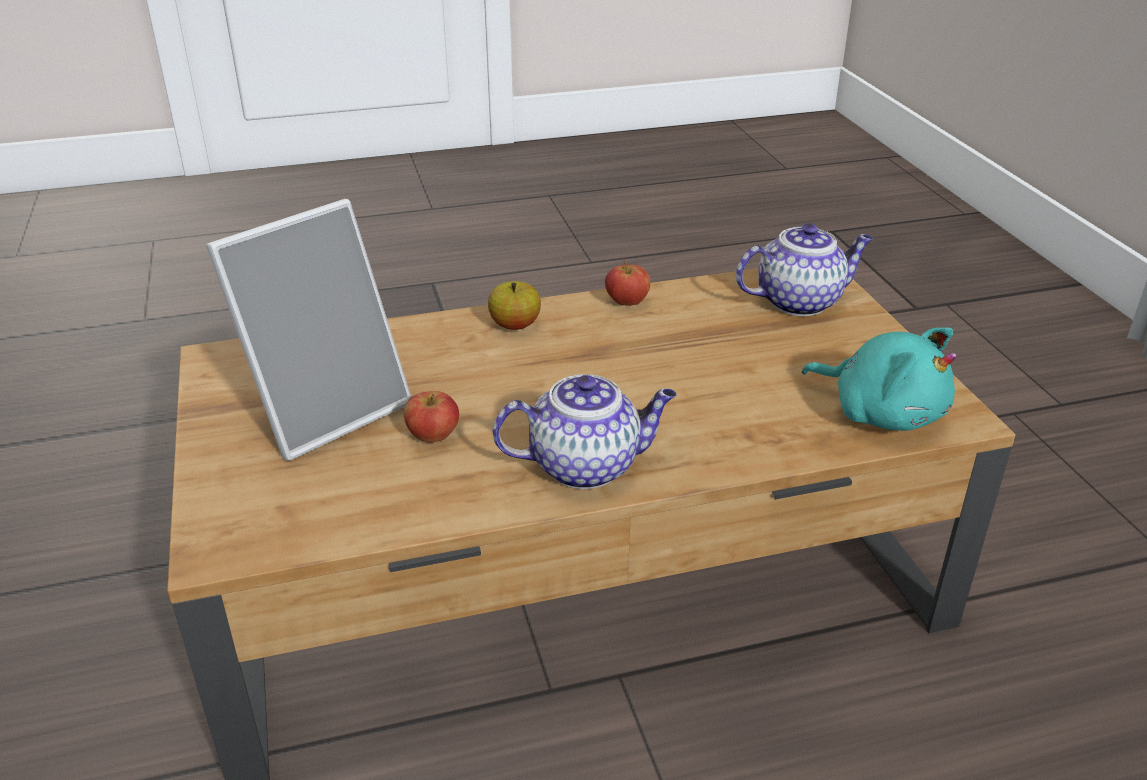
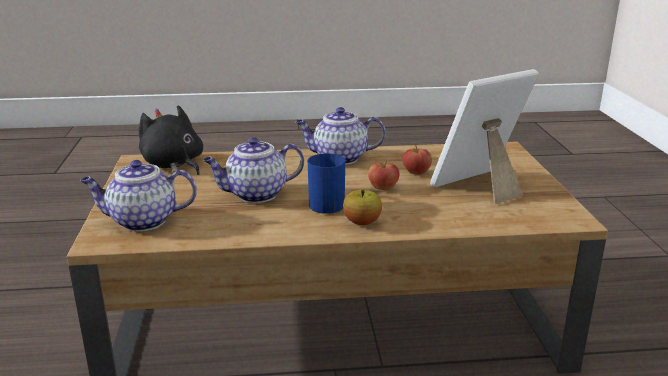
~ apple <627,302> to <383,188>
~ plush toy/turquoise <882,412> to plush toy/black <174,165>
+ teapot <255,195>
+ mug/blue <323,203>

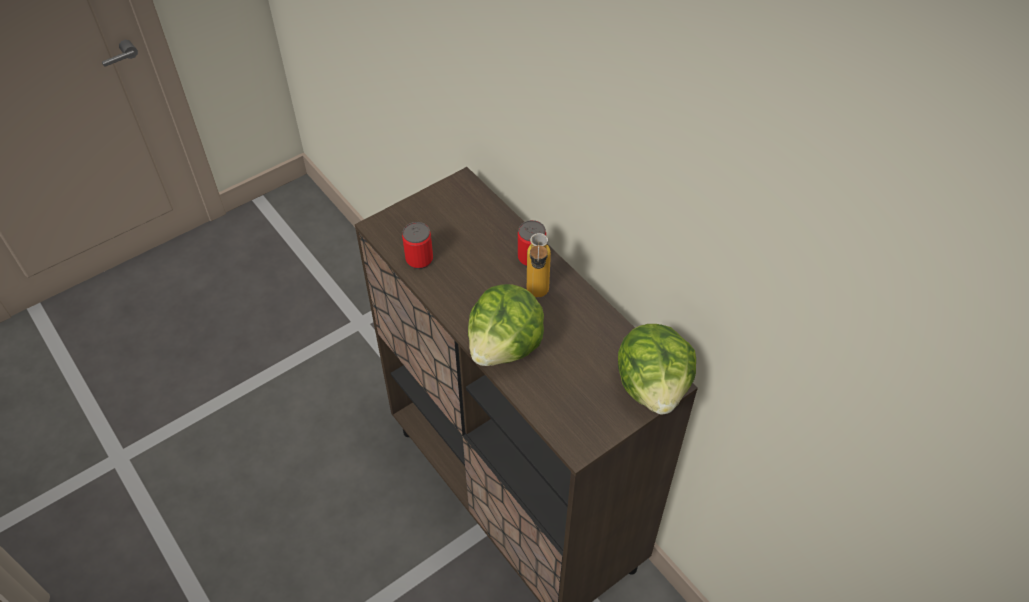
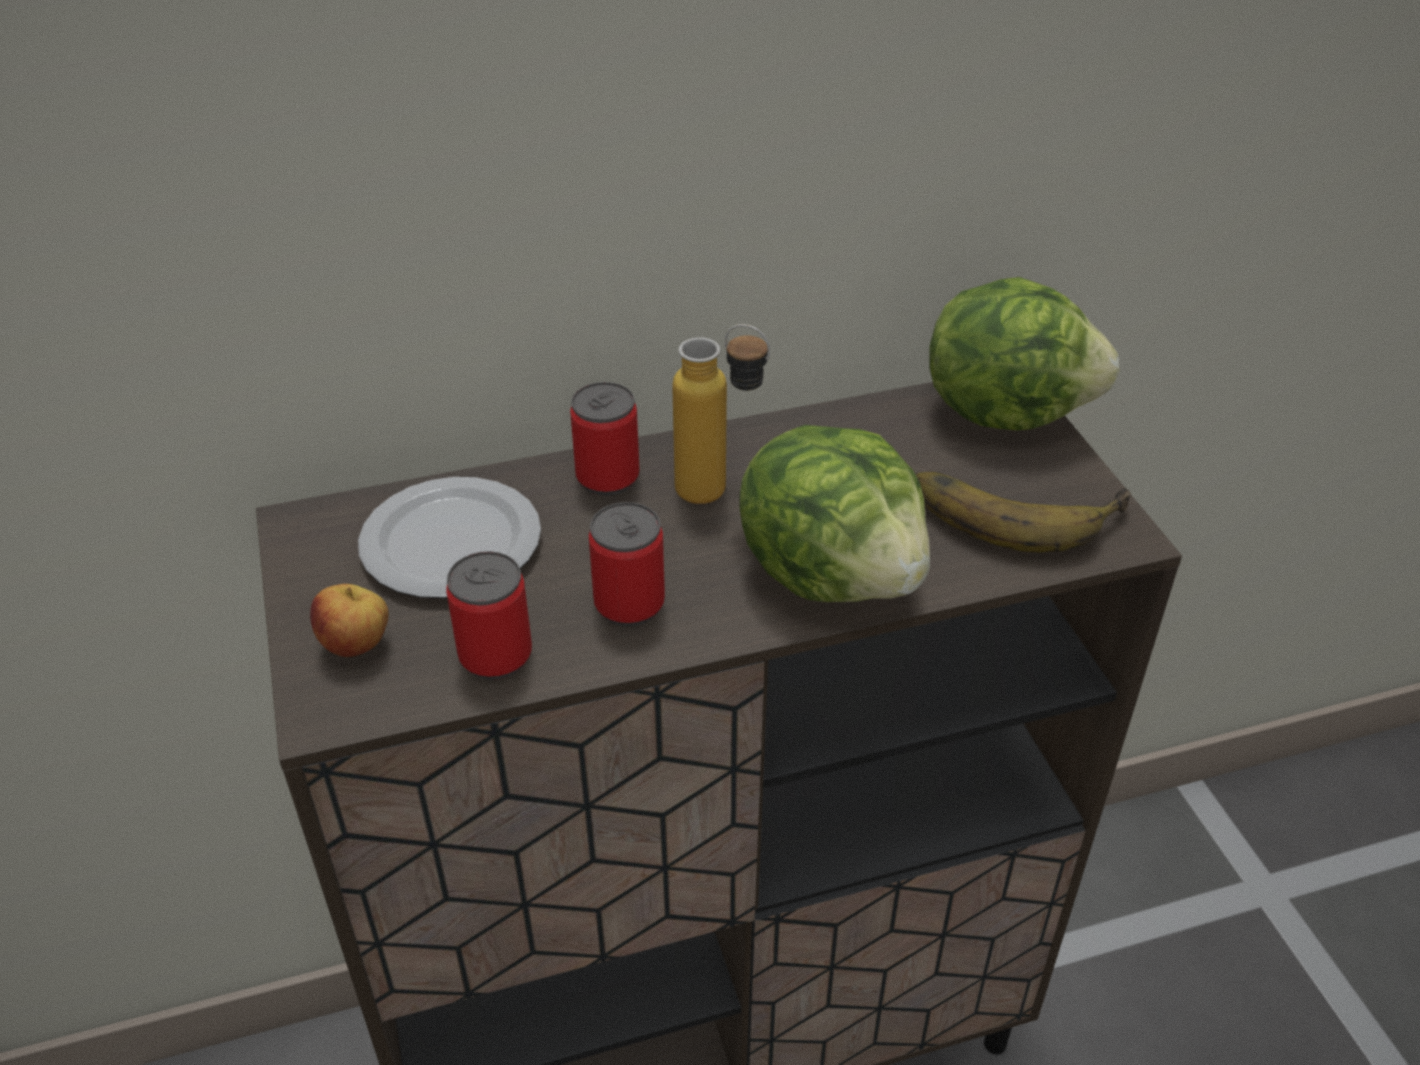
+ apple <357,646>
+ plate <454,542>
+ can <629,604>
+ banana <1014,507>

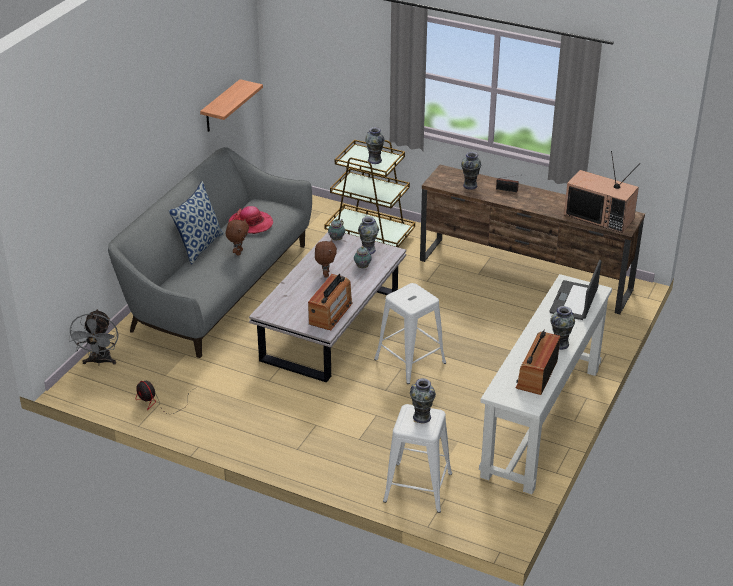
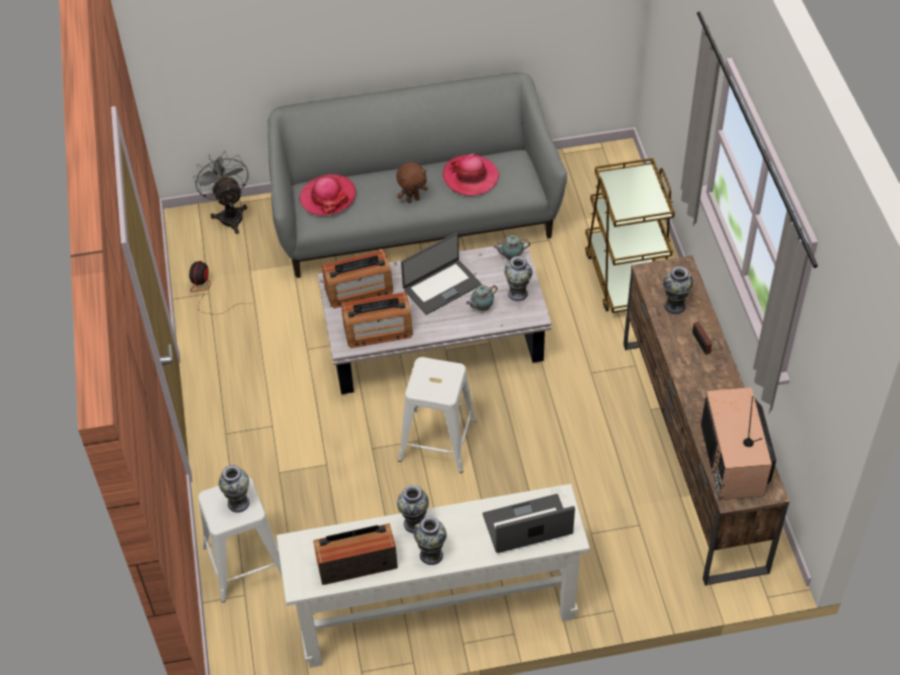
~ fan/grey <99,361> = <229,214> 105 degrees clockwise
- pillow <199,246>
- shelf <221,107>
~ plush toy/brown <325,274> to laptop <441,286>
~ vase <375,160> to <415,523>
+ hat <328,197>
+ radio <359,290>

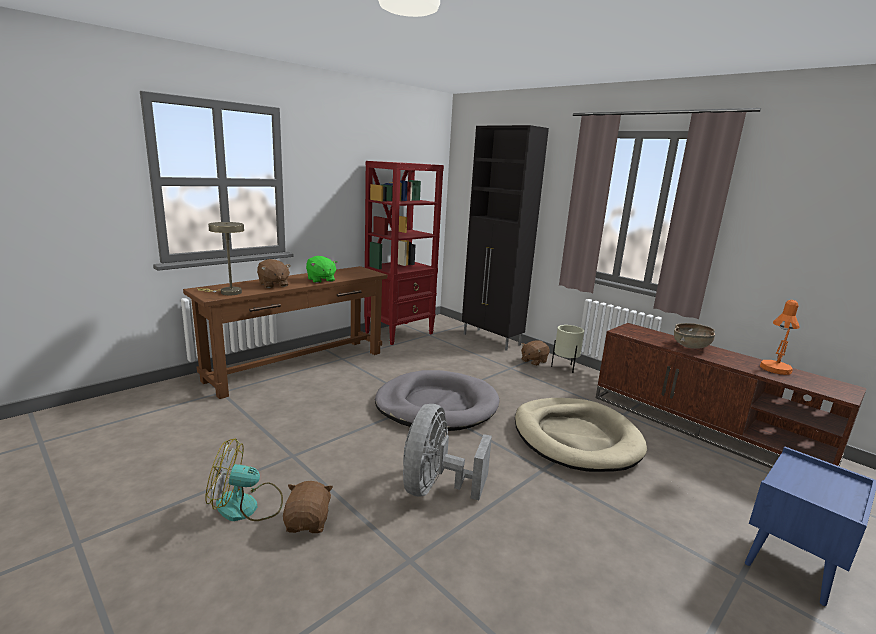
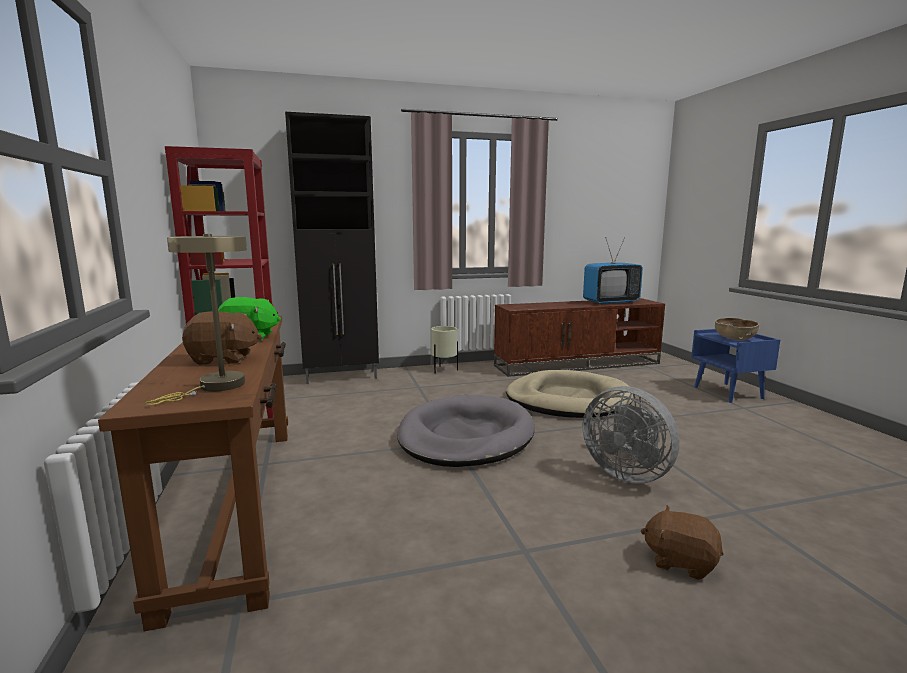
- fan <247,506>
- plush toy/brown <533,361>
~ bowl/brown <691,346> to <735,339>
~ table lamp/orange <774,370> to television <610,302>

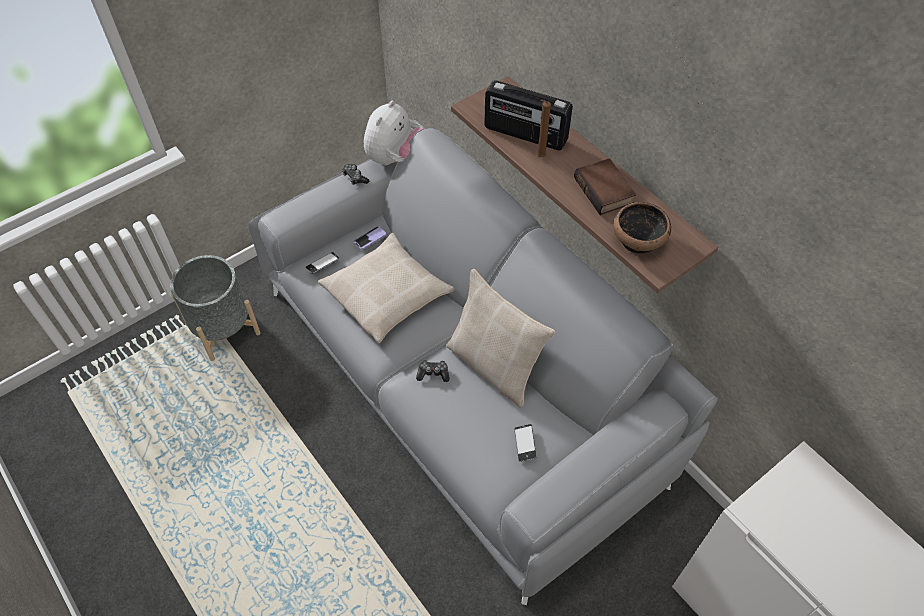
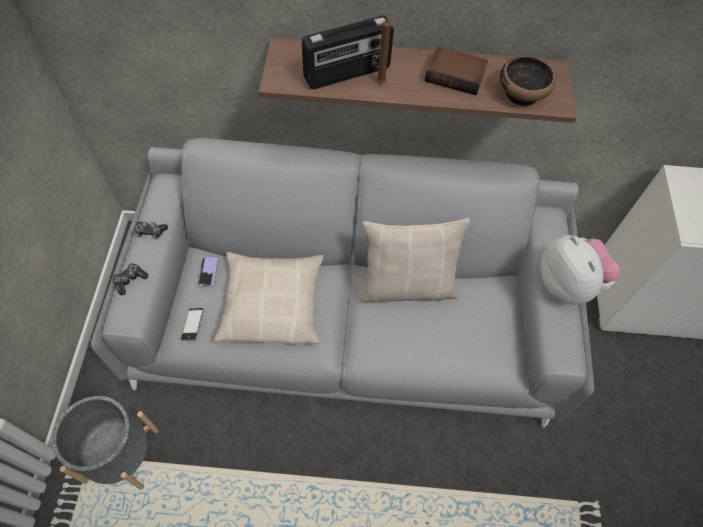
~ plush toy <397,160> to <568,284>
~ game controller <433,373> to <130,280>
- phone <525,444>

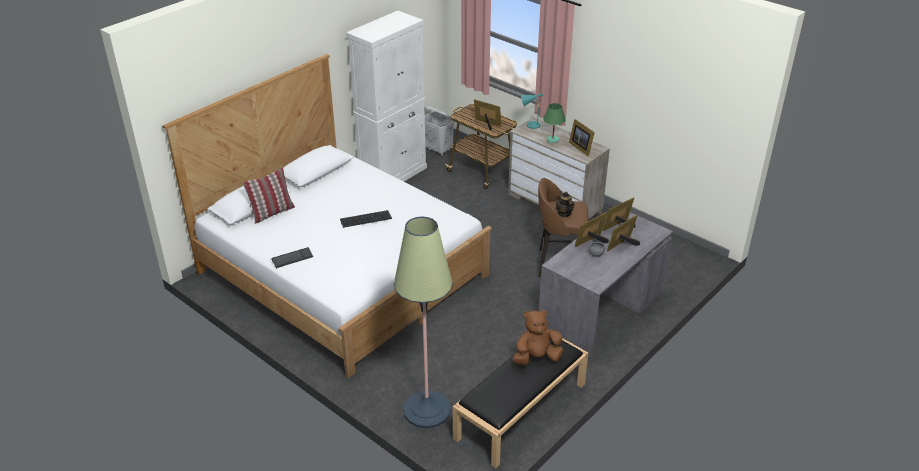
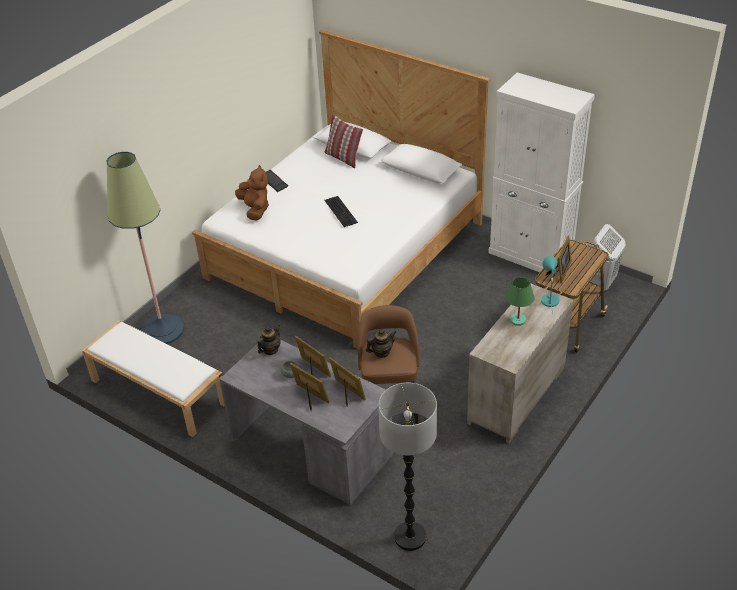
~ bench/black <520,411> to bench/white <157,391>
~ plush toy/brown <536,357> to <255,209>
- picture frame <581,147>
+ teapot <270,350>
+ floor lamp <410,537>

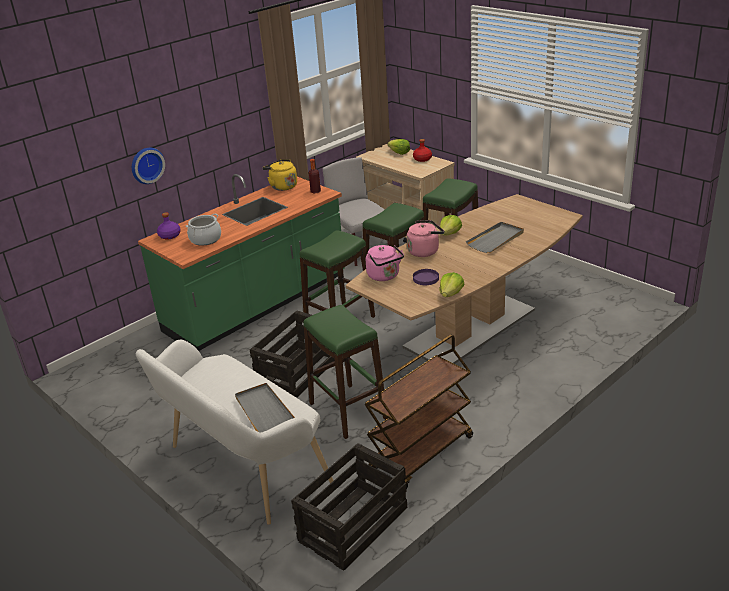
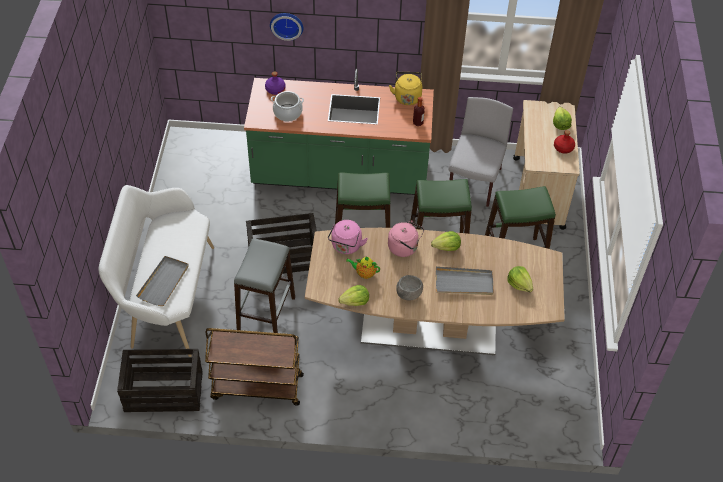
~ stool/green <347,410> to stool/grey <266,315>
~ plate/purple <426,278> to teapot <364,273>
+ bowl/grey <408,294>
+ lettuce <519,284>

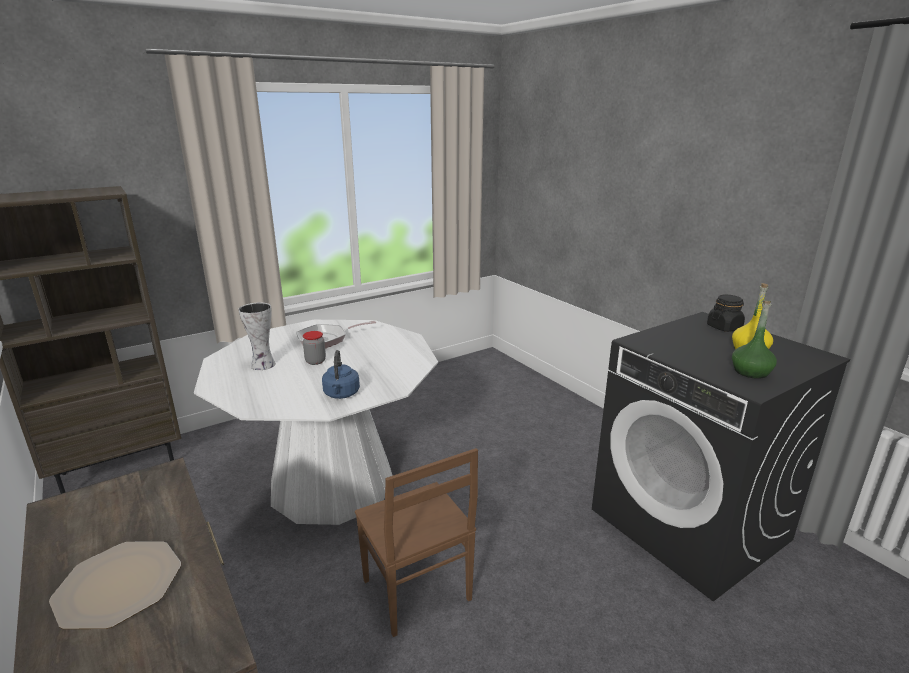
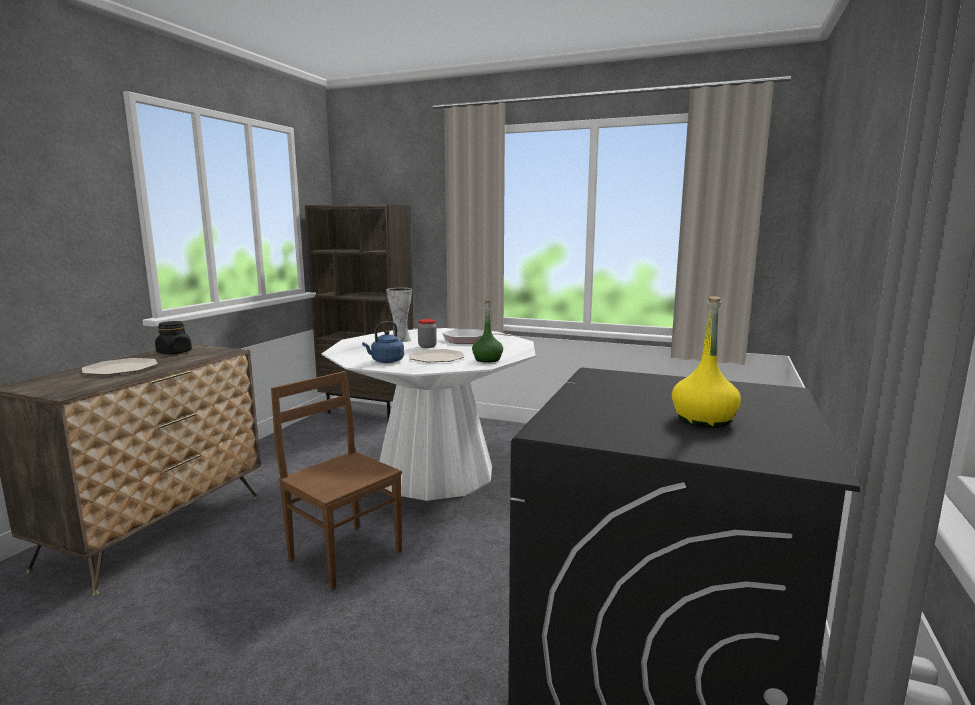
~ chair/brown <416,592> = <346,554> 105 degrees clockwise
~ jar/black <724,327> to <174,352>
~ bottle/green <750,372> to <487,359>
+ plate <436,357>

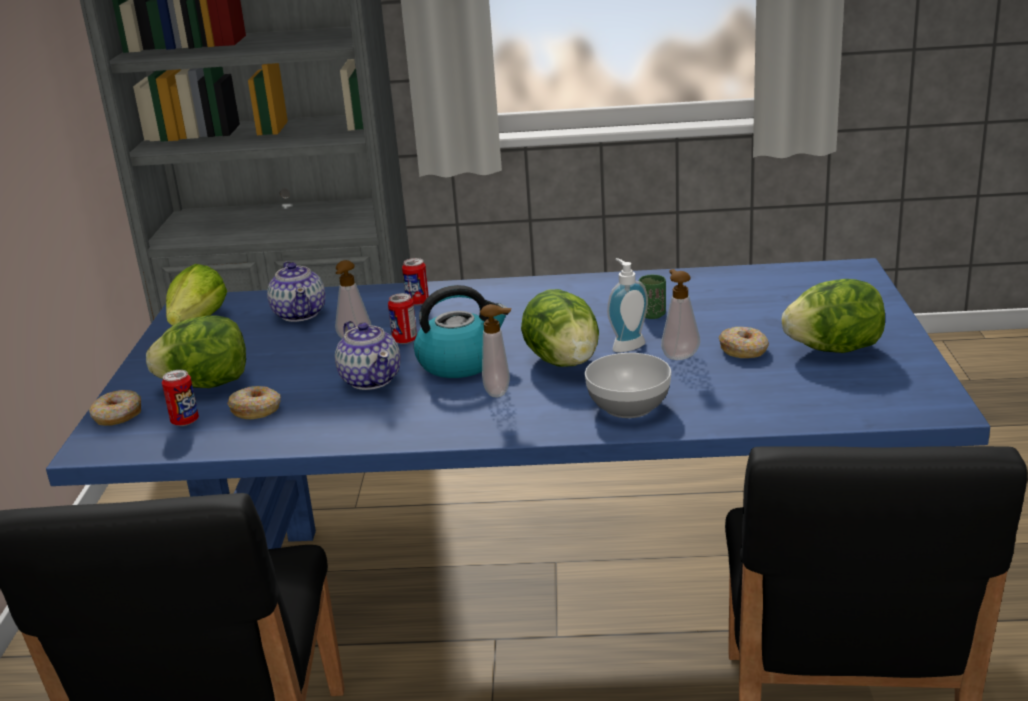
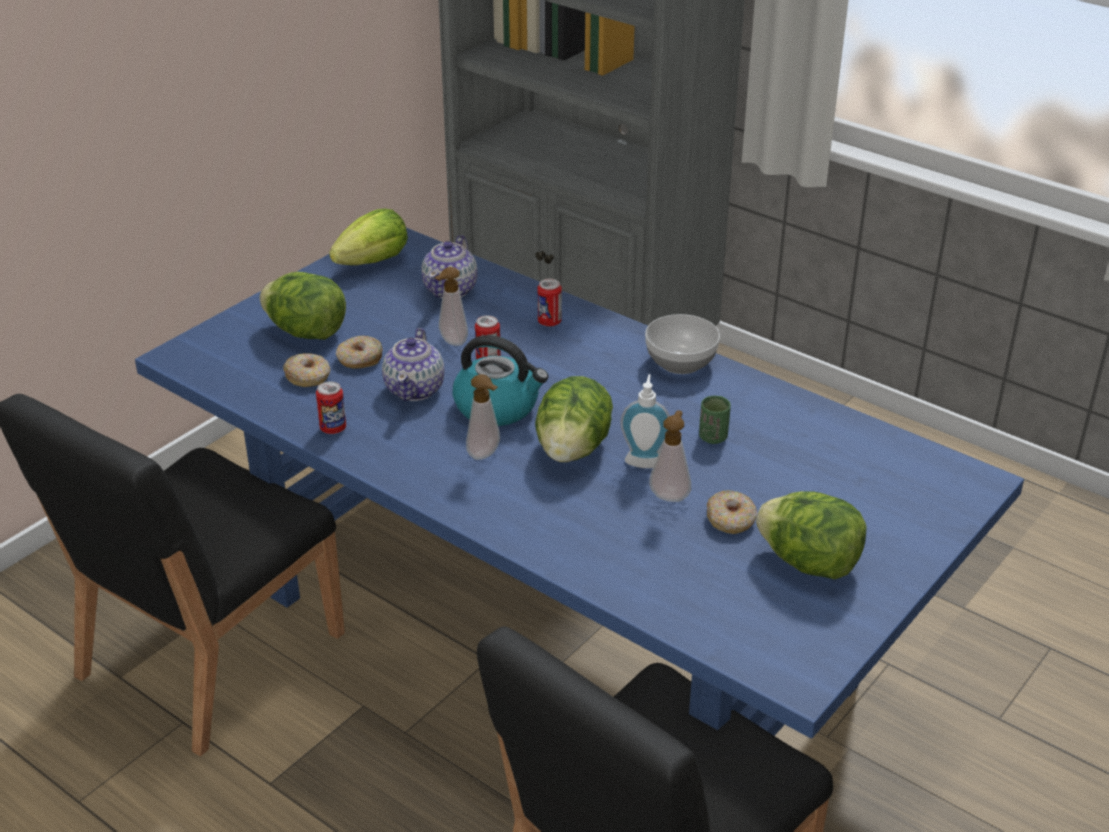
~ donut <117,416> to <359,359>
~ can <185,421> to <333,428>
~ bowl <628,407> to <679,362>

